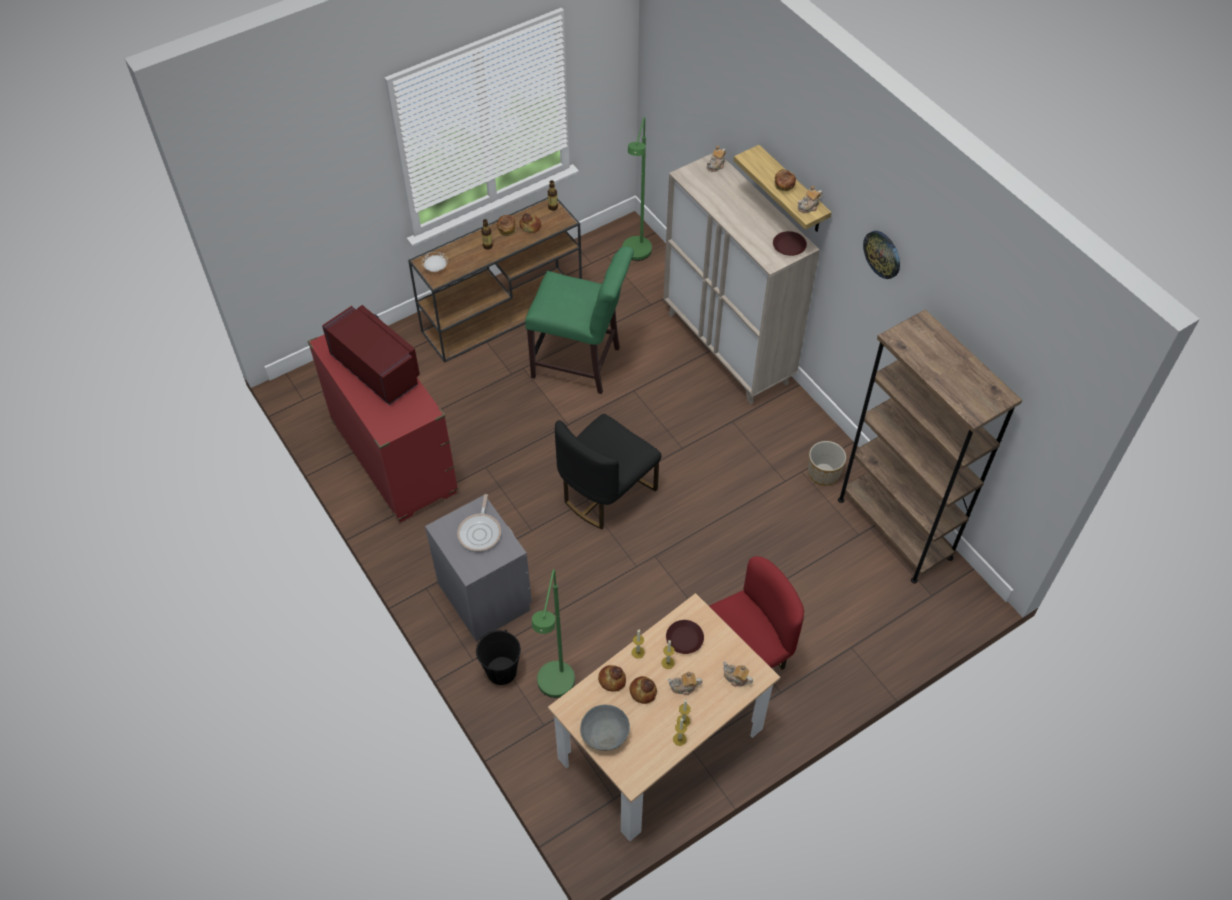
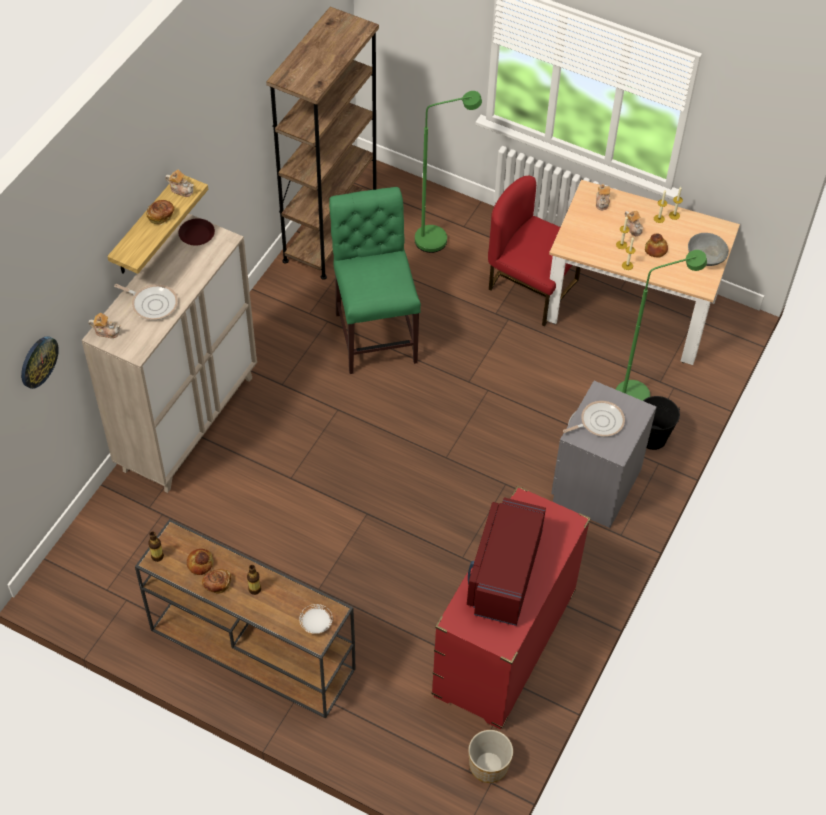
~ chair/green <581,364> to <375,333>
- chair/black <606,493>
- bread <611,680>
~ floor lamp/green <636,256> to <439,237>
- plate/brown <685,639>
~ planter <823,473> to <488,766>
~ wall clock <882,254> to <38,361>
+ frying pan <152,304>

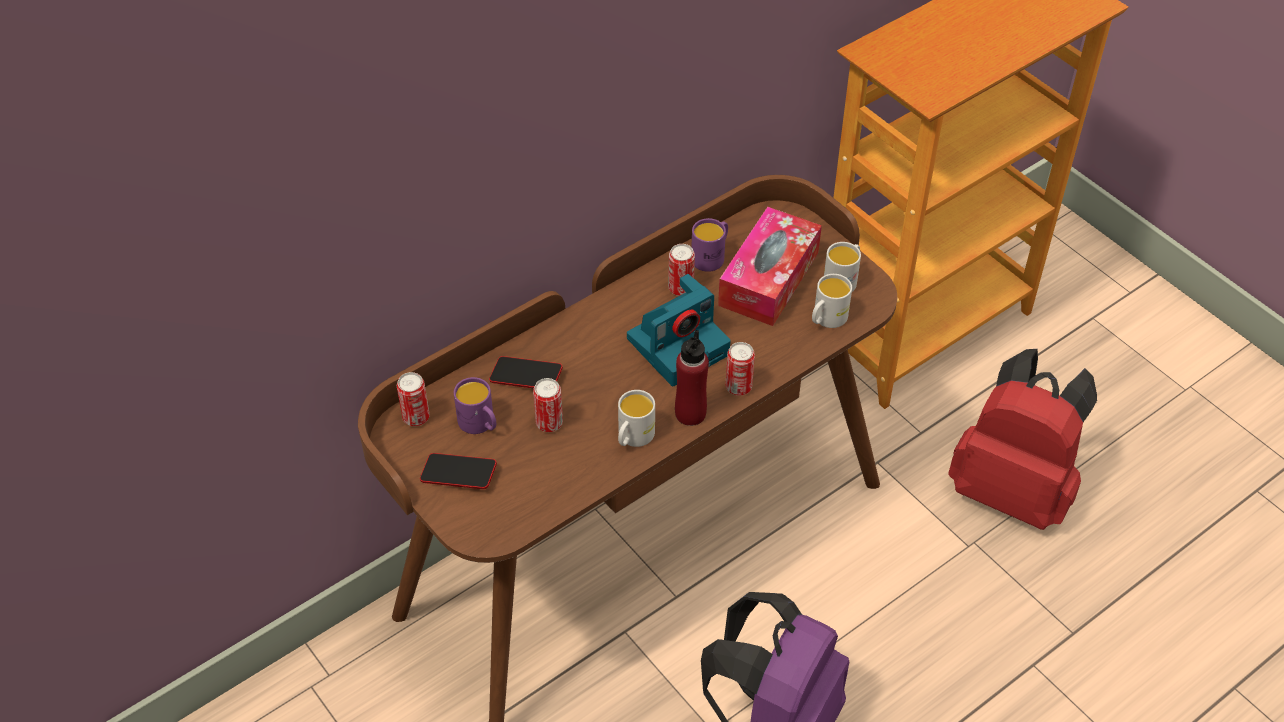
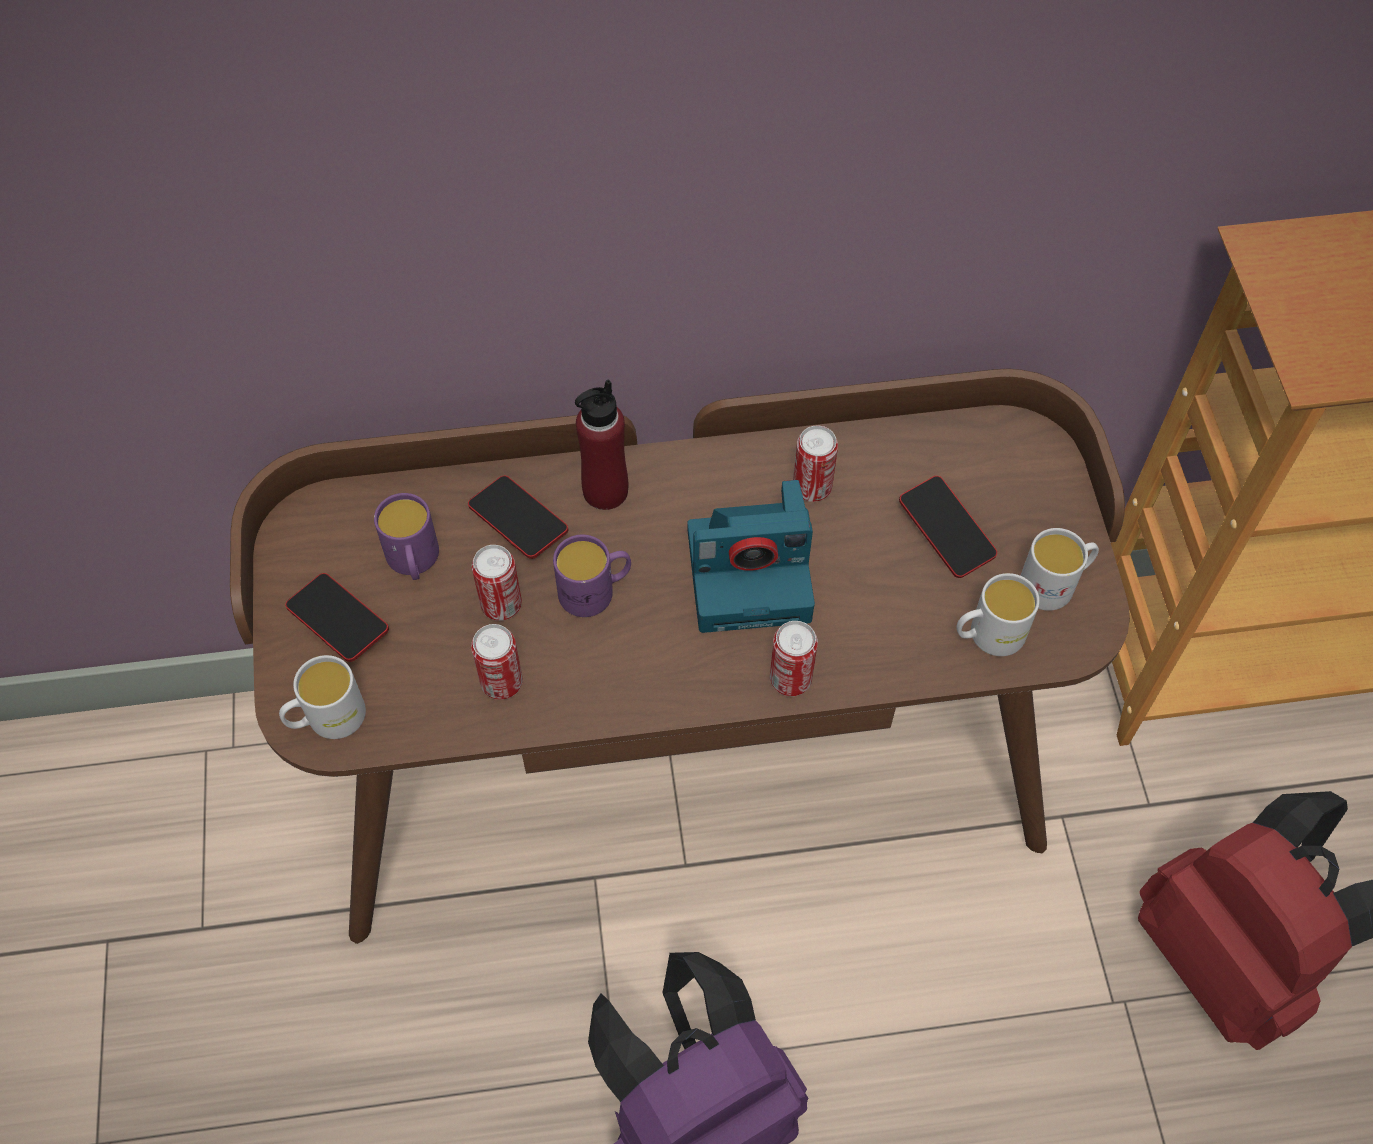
~ can <416,417> to <501,682>
~ mug/white <633,438> to <327,719>
~ bottle/red <690,413> to <605,491>
~ mug/purple <711,256> to <595,591>
~ tissue box <769,278> to phone <946,531>

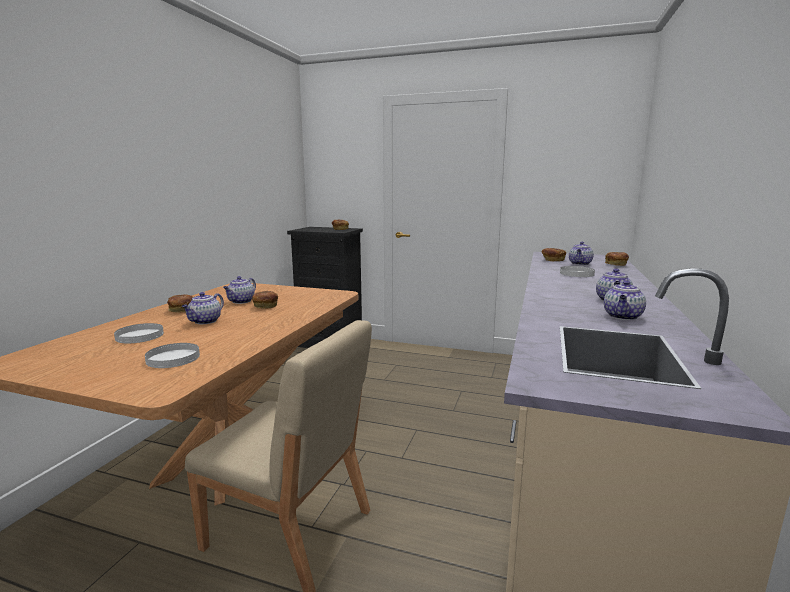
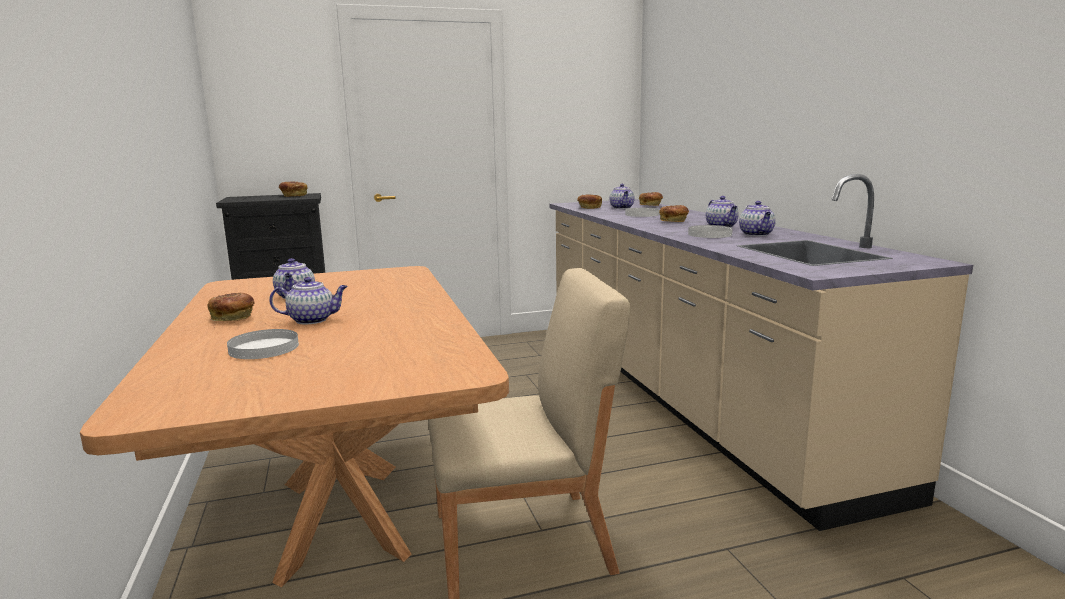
~ plate/white <173,358> to <710,234>
~ teapot <205,321> = <313,320> 90 degrees counterclockwise
~ bread <265,306> to <673,221>

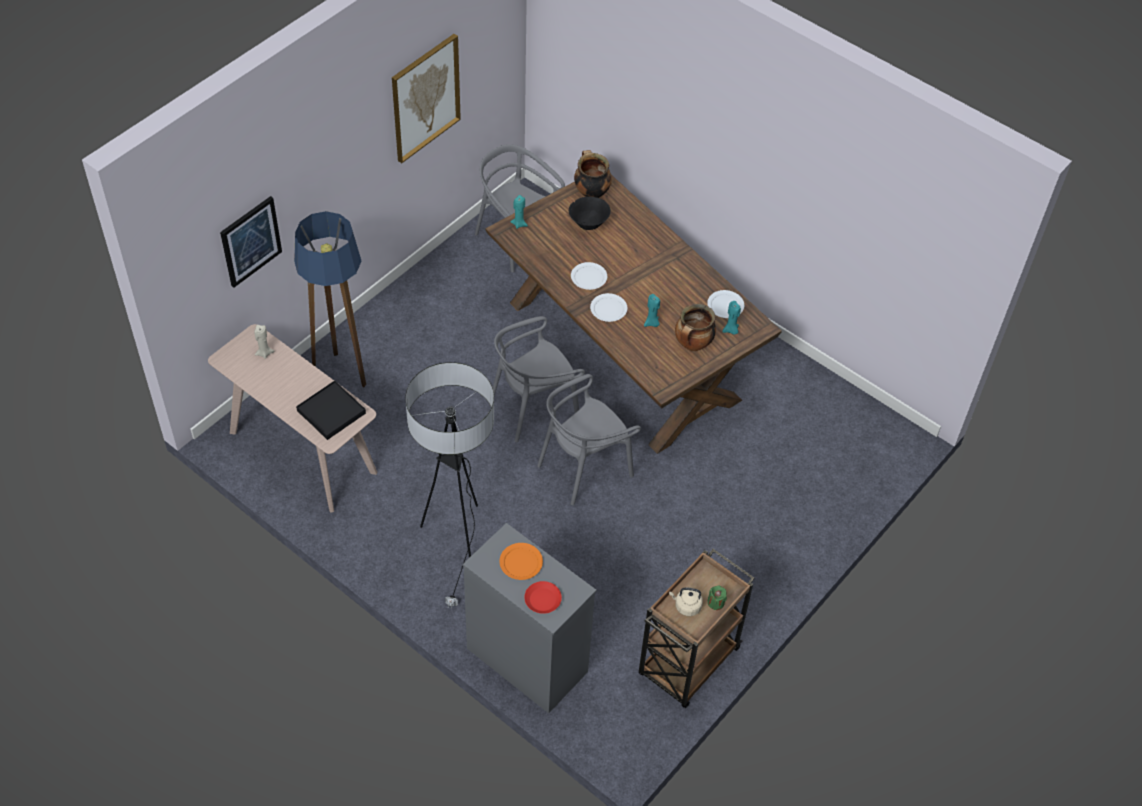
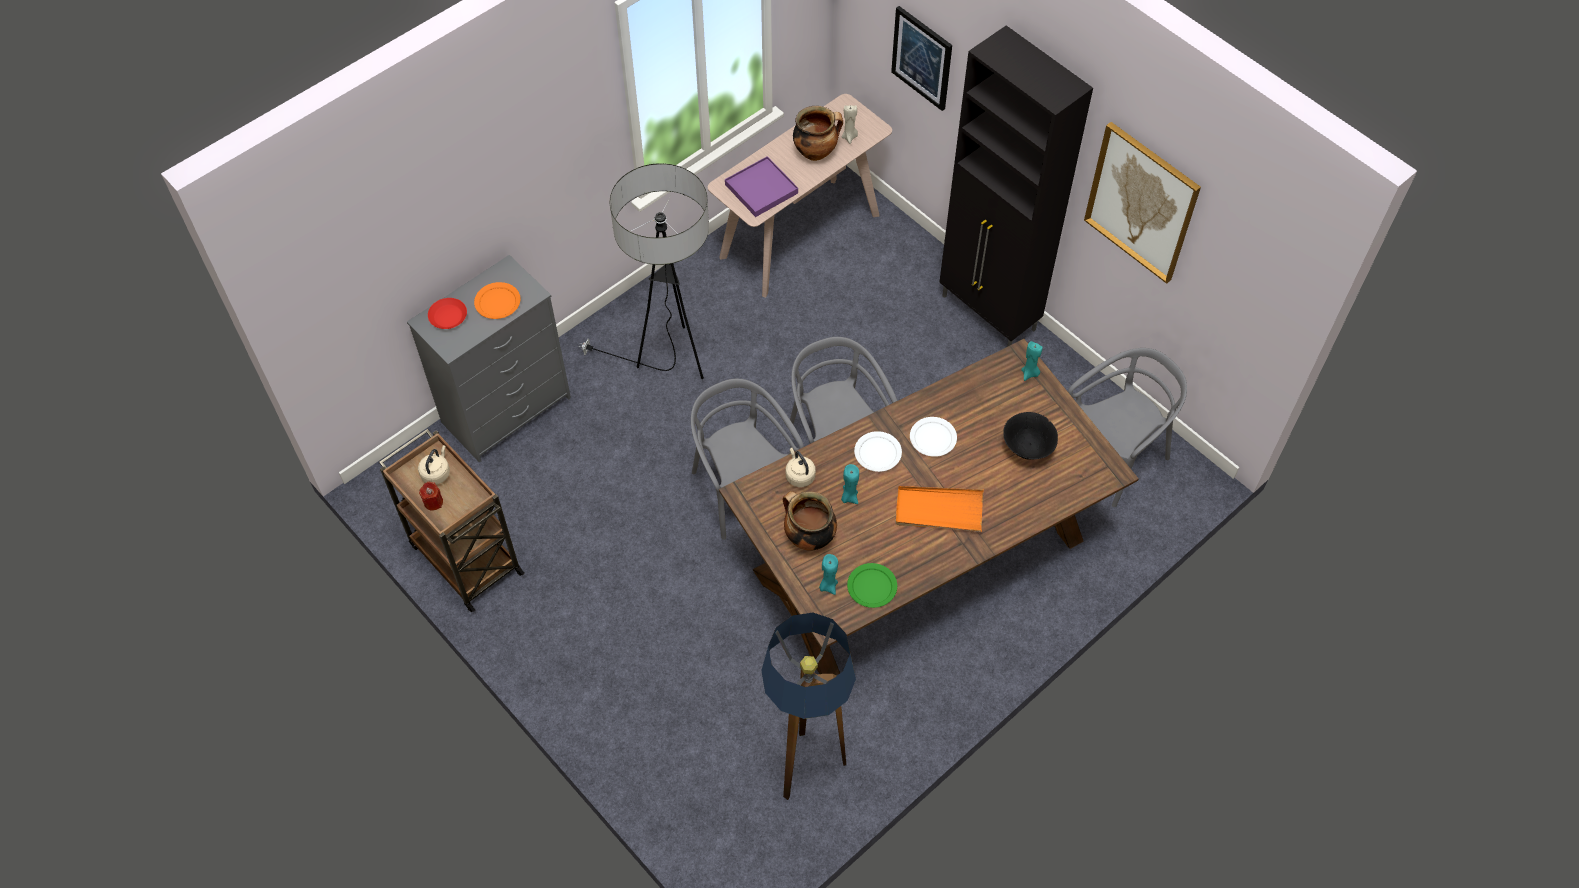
~ floor lamp <343,375> to <806,770>
~ tray/black <331,412> to tray/purple <761,189>
~ cooking pot <591,192> to <816,152>
~ plate/white <725,305> to plate/green <872,587>
~ candle/green <716,603> to candle/red <433,502>
+ kettle/beige <799,475>
+ tray/orange <938,510>
+ cabinet/black <989,314>

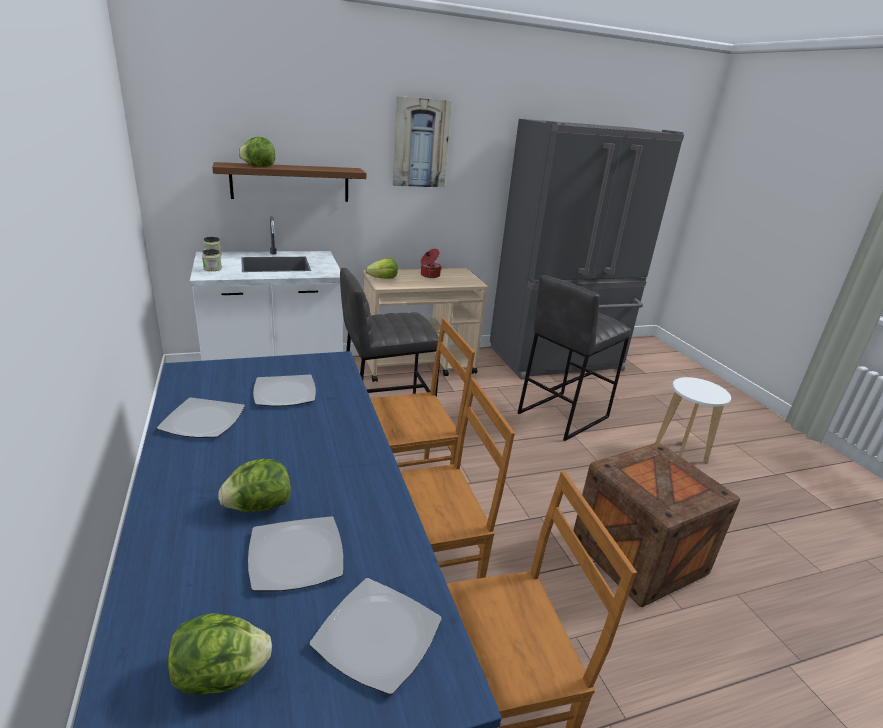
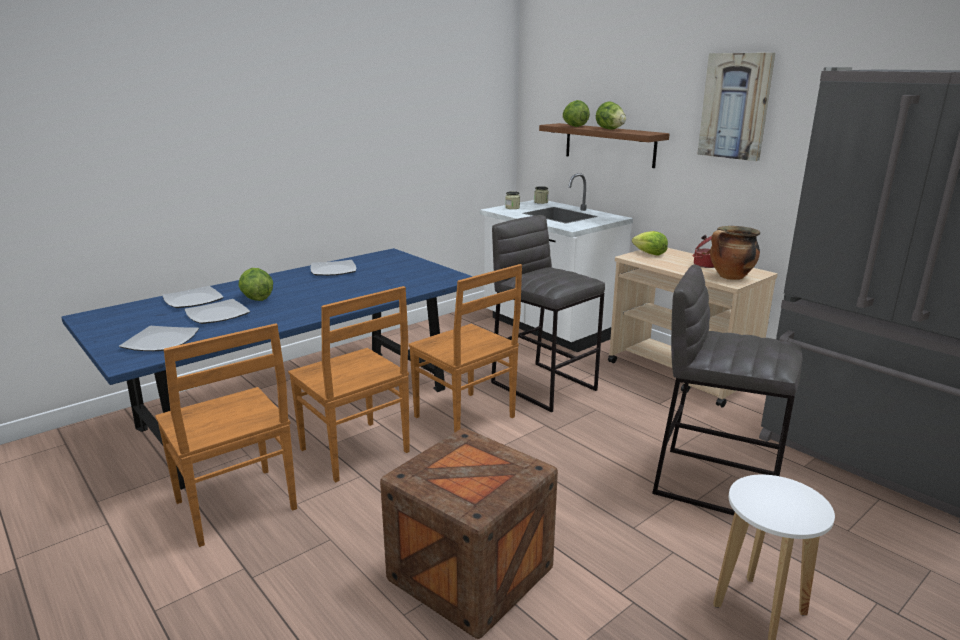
~ lettuce <221,676> to <610,129>
~ plate <284,393> to <193,300>
+ cooking pot <730,277>

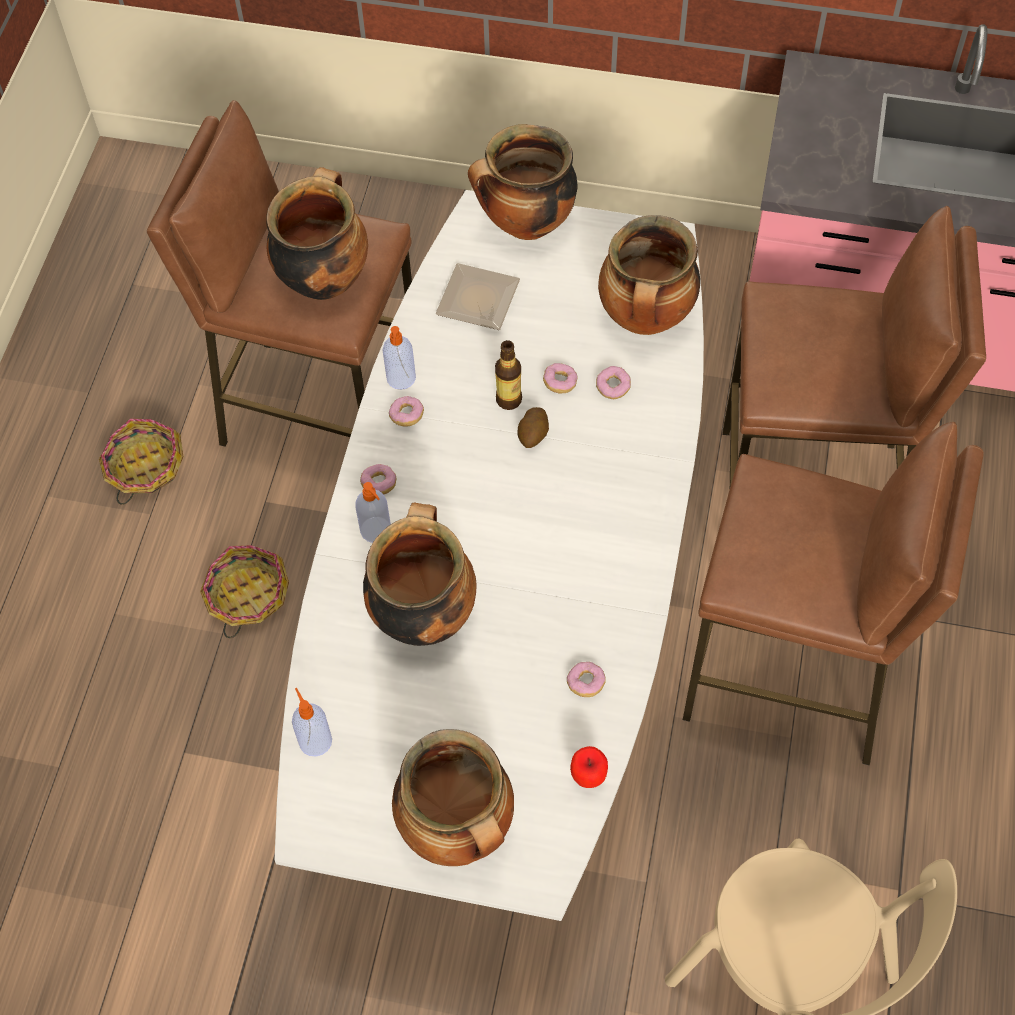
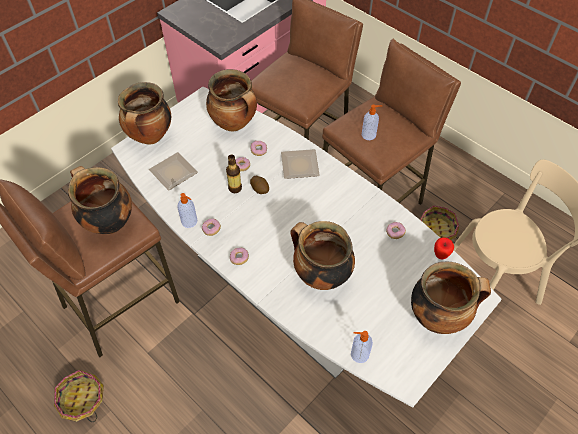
~ basket <247,596> to <437,230>
~ soap dispenser <376,531> to <369,135>
+ plate <298,166>

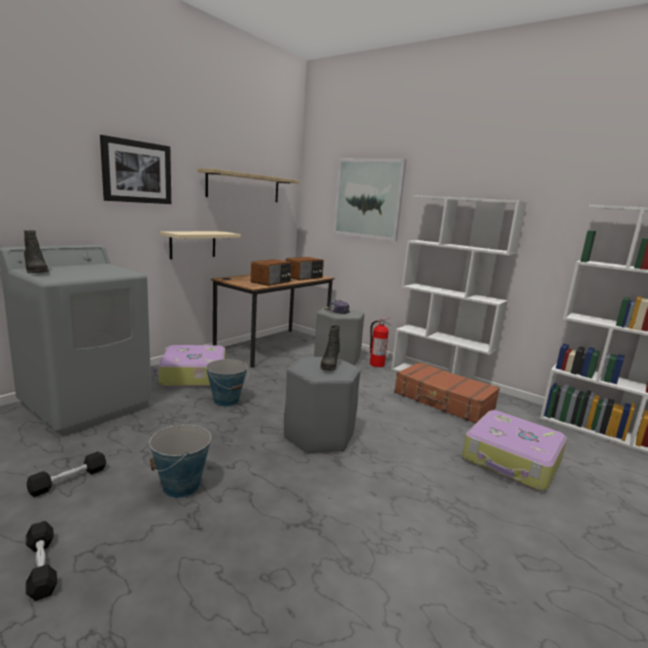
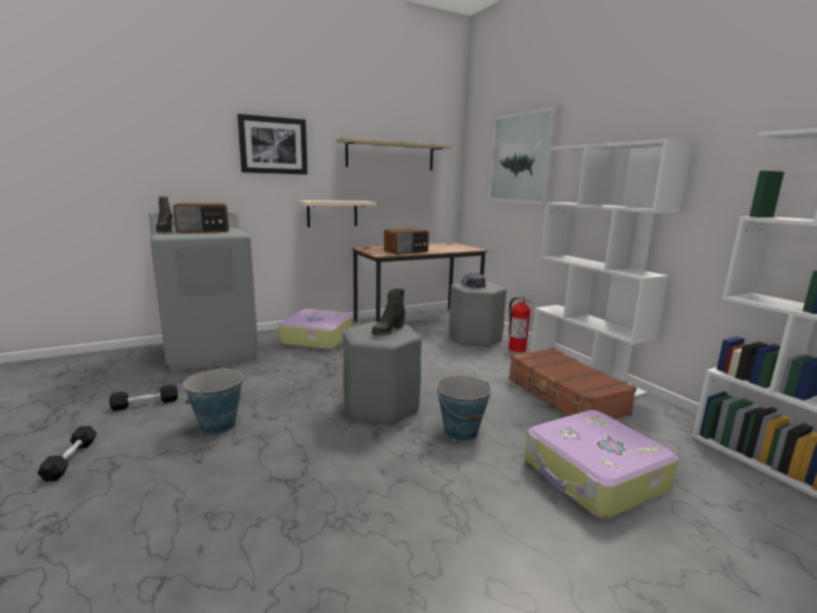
~ bucket <226,401> to <461,432>
~ radio <304,277> to <203,231>

